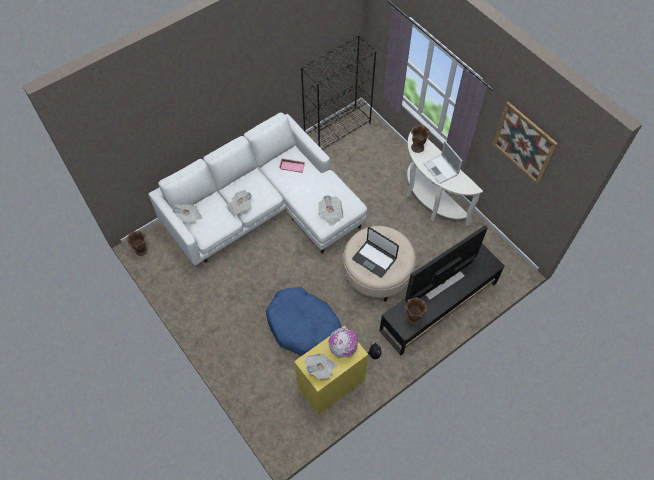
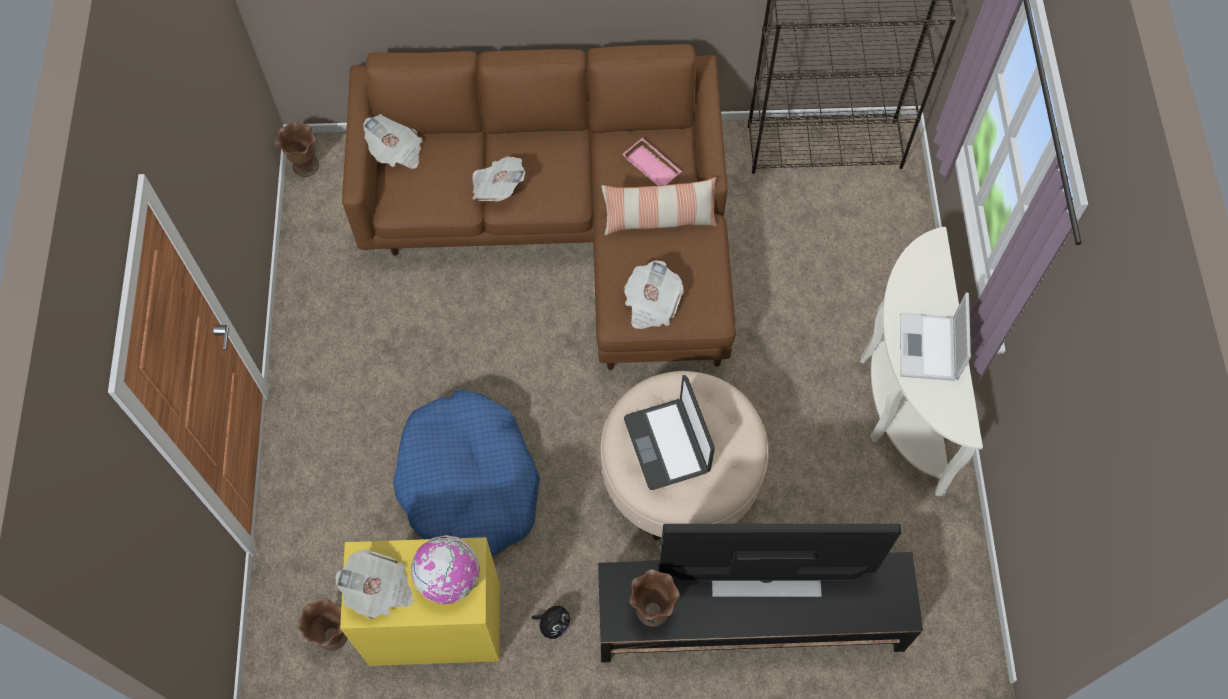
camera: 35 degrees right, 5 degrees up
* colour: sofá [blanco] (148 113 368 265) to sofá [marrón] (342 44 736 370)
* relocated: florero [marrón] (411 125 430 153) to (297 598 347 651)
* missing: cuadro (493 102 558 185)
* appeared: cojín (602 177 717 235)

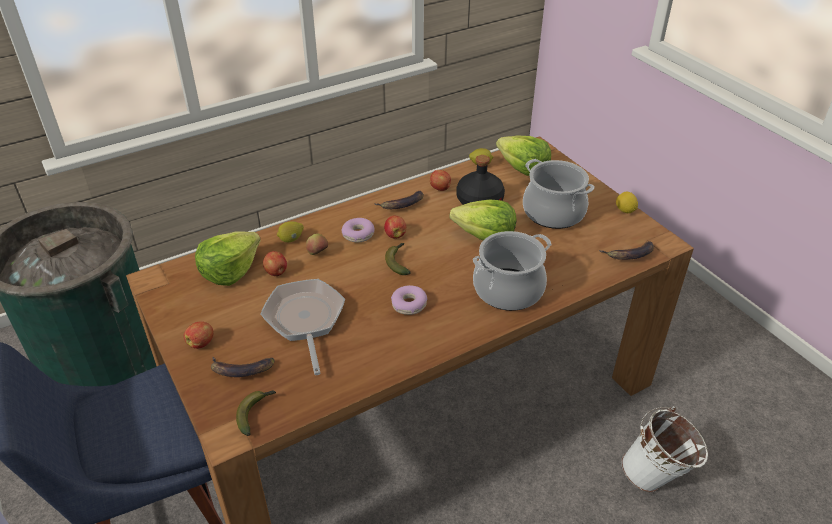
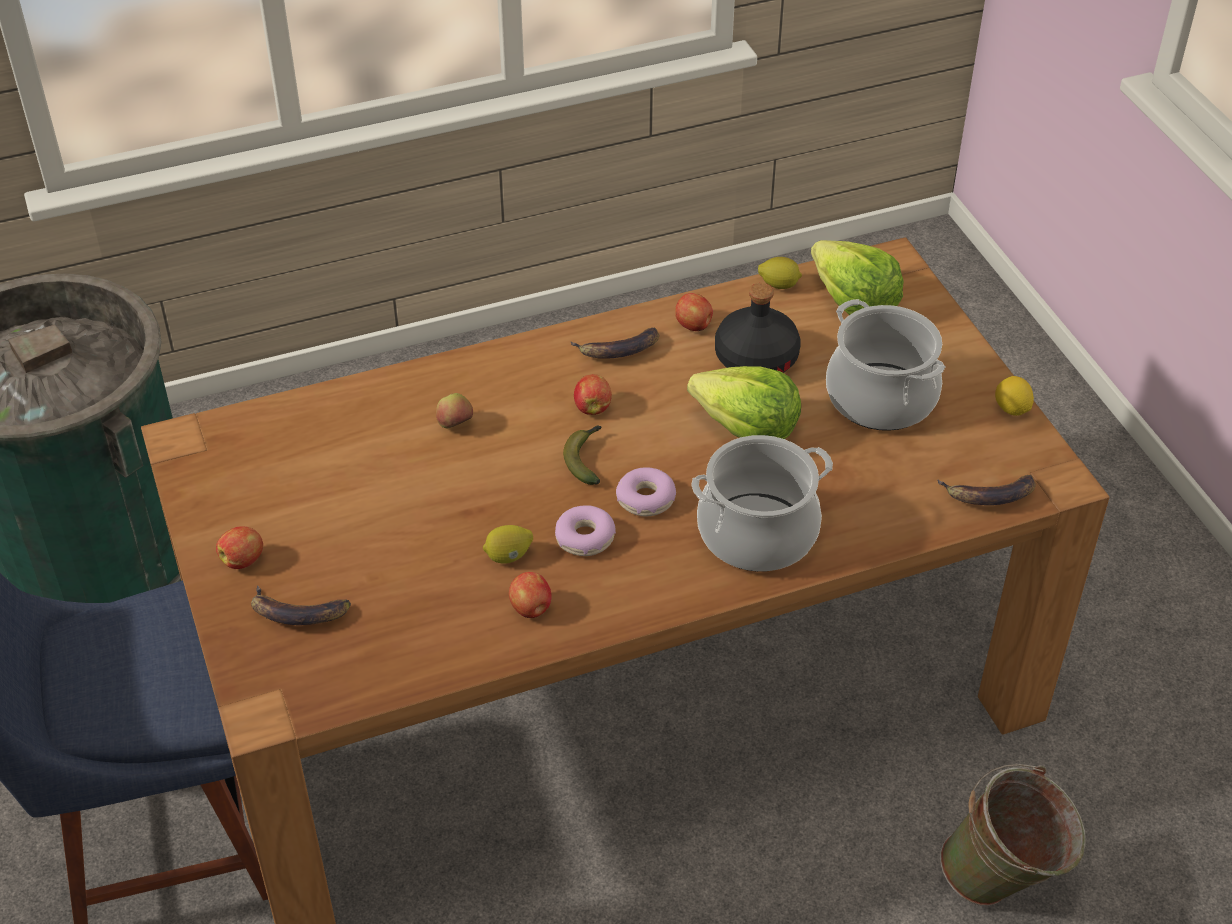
camera: 10 degrees right, 5 degrees up
* missing: lechuga (195 231 261 286)
* missing: plátano (236 390 276 436)
* missing: sartén (260 279 345 375)
* relocated: manzana (263 251 287 276) to (509 572 552 618)
* relocated: limón (277 221 304 242) to (483 525 533 564)
* relocated: rosquilla (341 218 375 242) to (616 467 676 517)
* colour: cubo [blanco] (621 407 708 492) to cubo [verde] (940 764 1086 906)

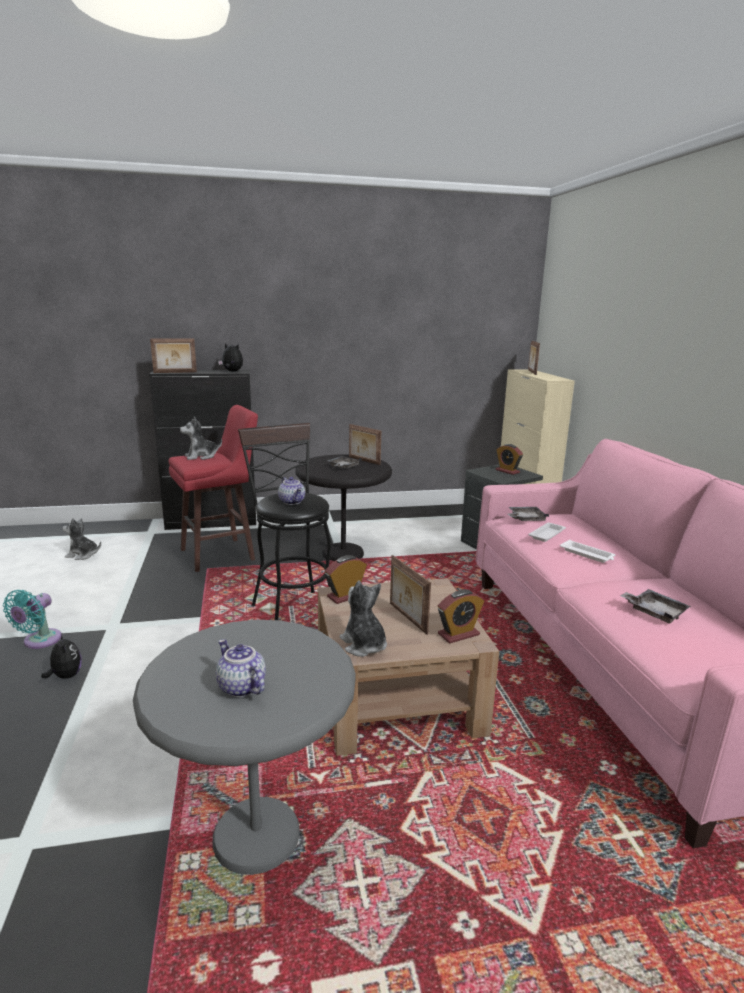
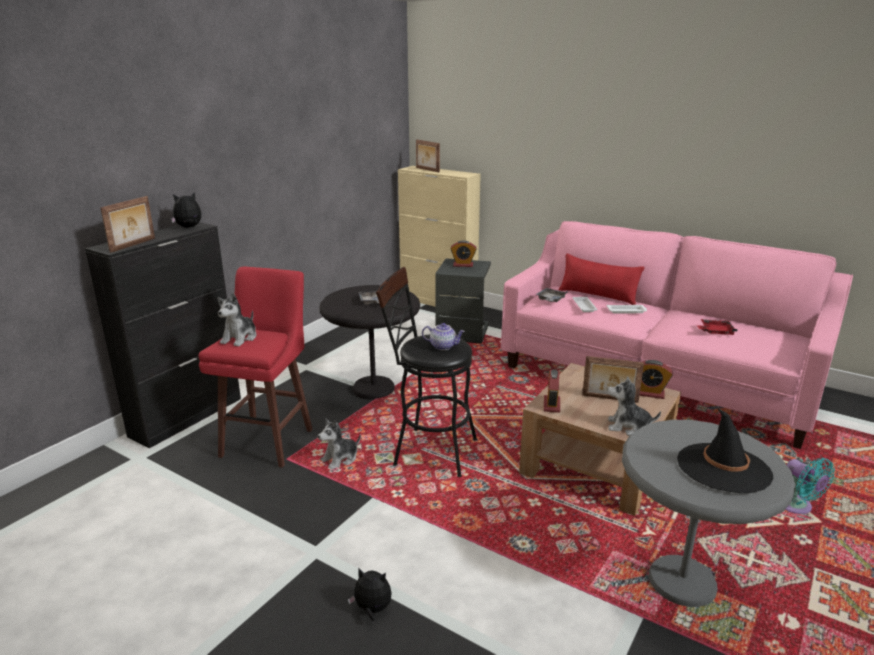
camera: 45 degrees left, 5 degrees up
* relocated: ventilador [turquesa] (3 590 61 649) to (785 458 835 514)
* relocated: peluche (62 518 101 560) to (318 419 361 469)
* exchanged: tetera (216 639 266 697) to sombrero [negro] (677 408 774 493)
* missing: portarretratos (349 424 381 465)
* spun: despertador (438 589 484 644) = (639 360 673 399) 90 degrees clockwise
* colour: bandeja [gris] (620 589 691 624) to bandeja [rojo] (697 319 738 335)
* appeared: cojín [rojo] (559 254 645 305)

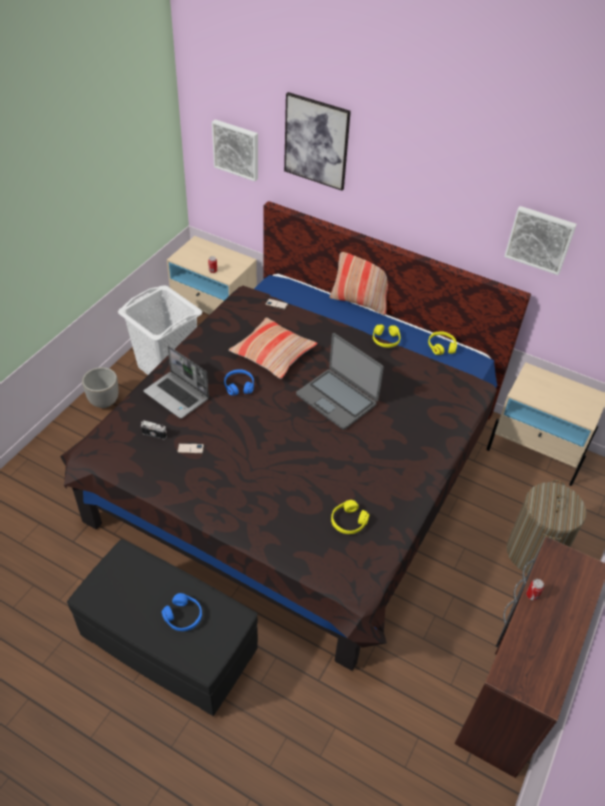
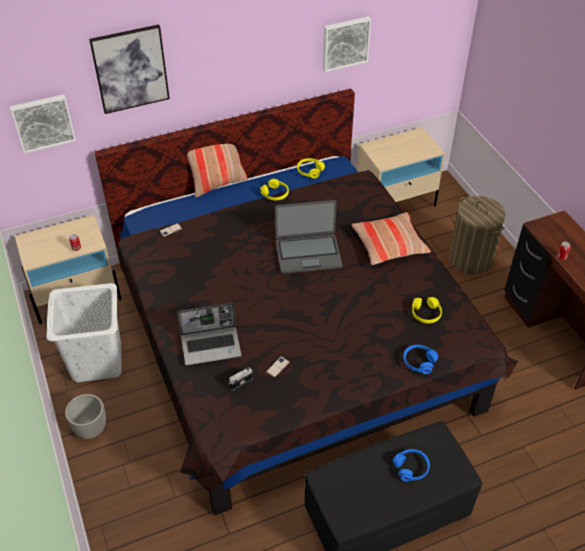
camera: 50 degrees left, 0 degrees up
* relocated: auriculares [azul] (224 369 254 396) to (403 345 438 374)
* relocated: cojín (229 317 317 379) to (352 212 431 265)

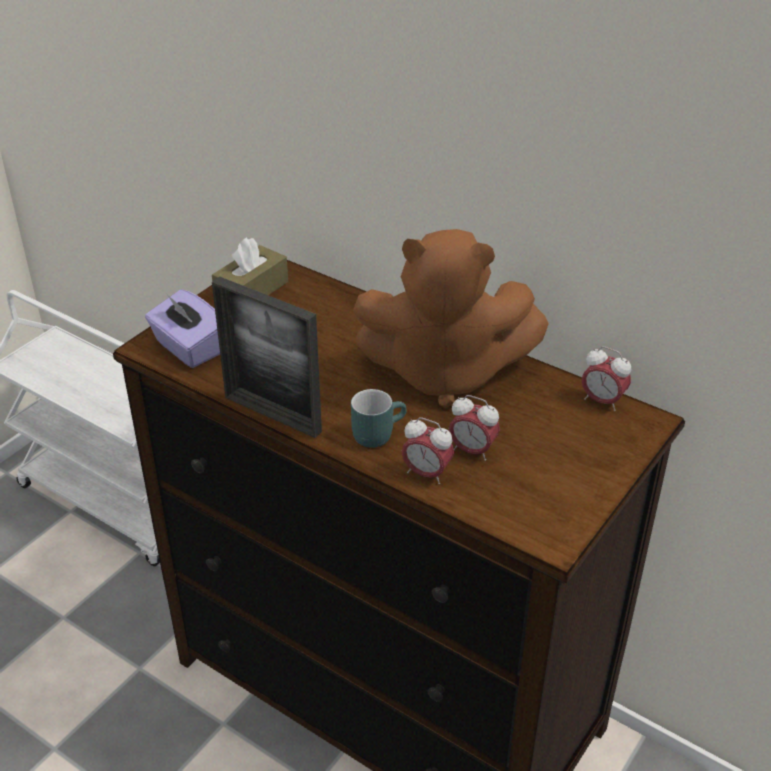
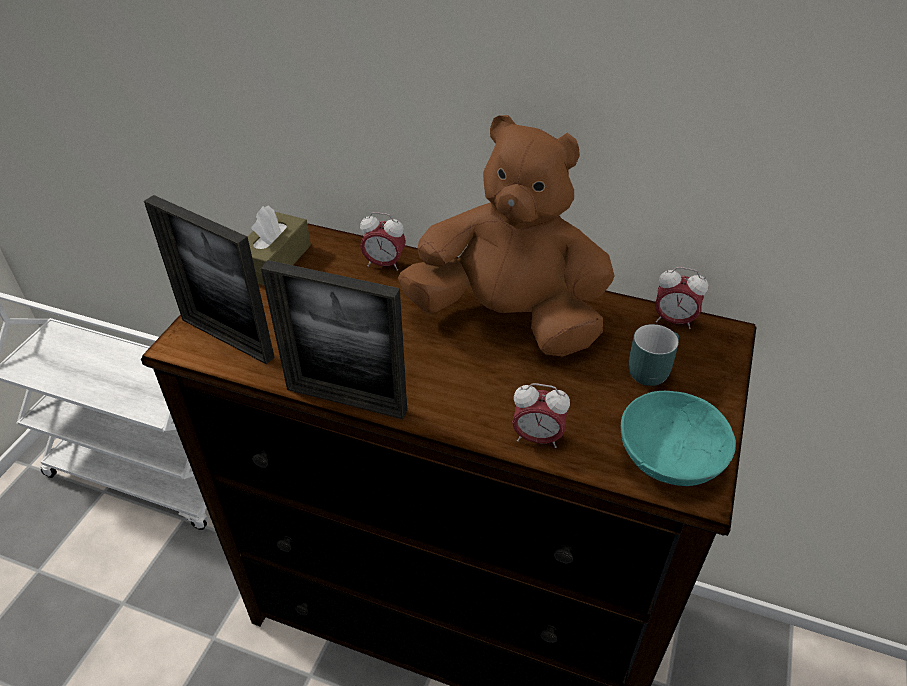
camera: 15 degrees left, 5 degrees up
* exchanged: caja de pañuelos [morado] (145 289 220 368) to portarretratos (144 195 274 364)
* relocated: taza grande [turquesa] (351 389 407 448) to (628 324 679 386)
* spun: peluche [marrón] (353 229 548 408) = (398 115 615 356) 150 degrees counterclockwise
* relocated: despertador (449 395 500 461) to (360 212 406 271)
* appeared: cuenco [turquesa] (621 391 736 486)

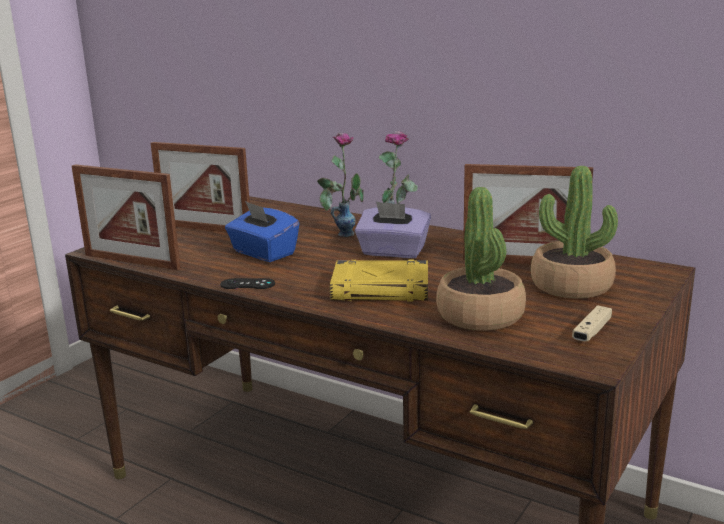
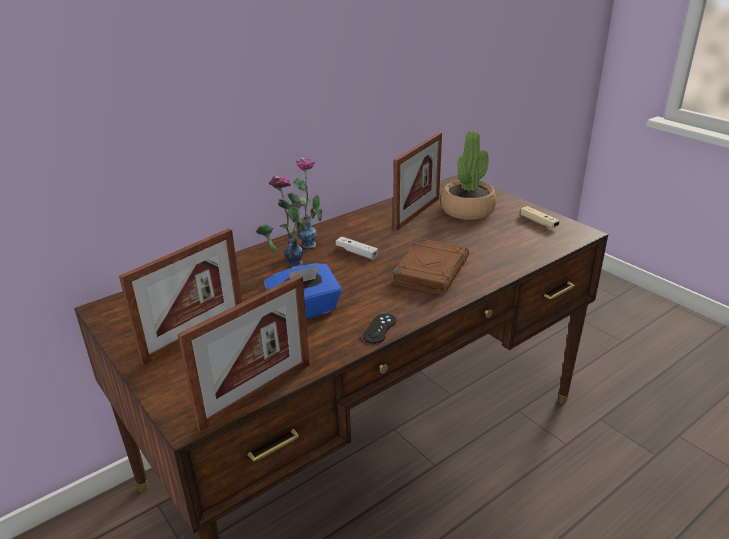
camera: 70 degrees left, 10 degrees up
* colour: libro [amarillo] (330 259 428 301) to libro [marrón] (392 238 469 295)
* exchanged: caja de pañuelos [morado] (355 201 431 258) to mando de consola [blanco] (336 237 378 260)
* missing: planta en maceta (436 187 526 331)

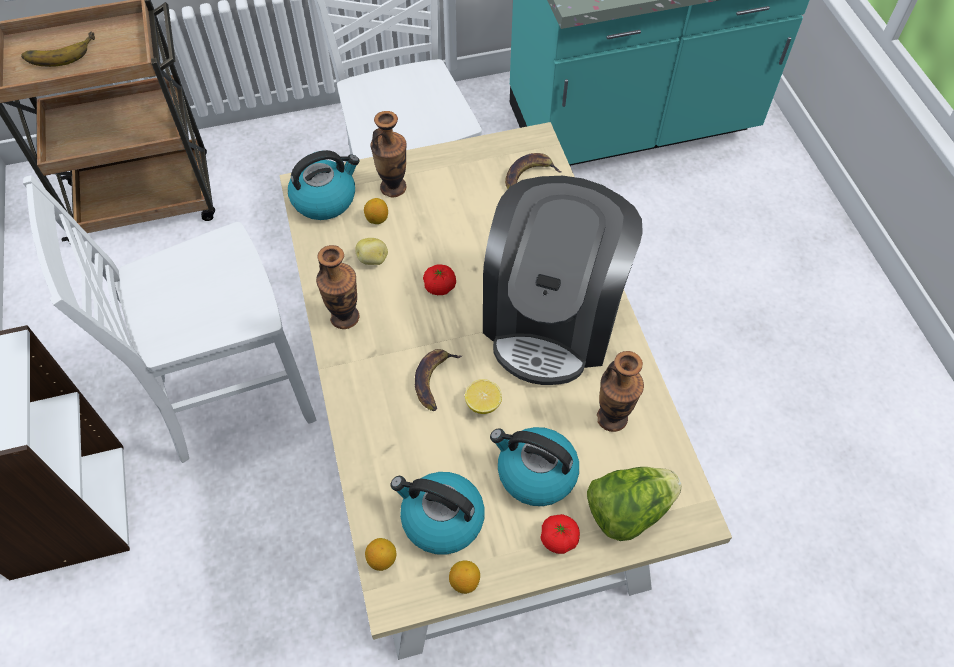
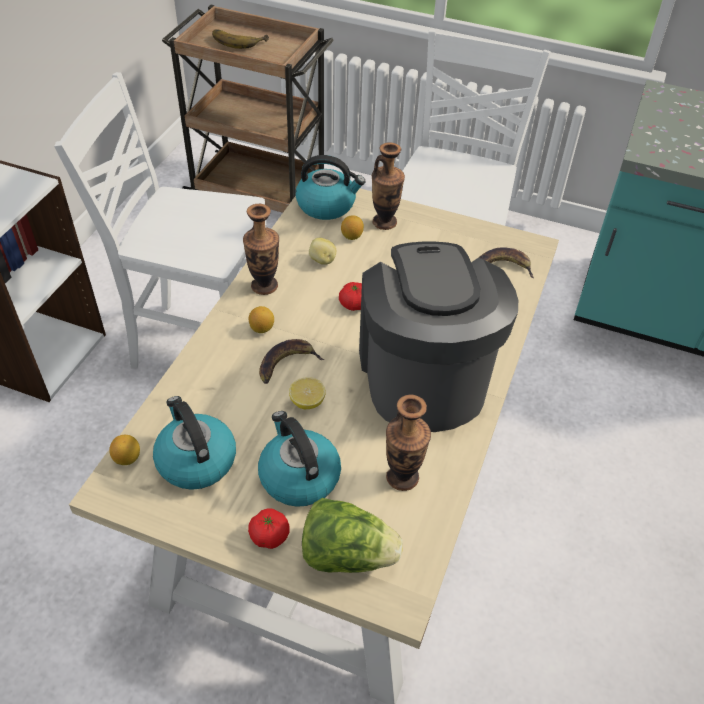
camera: 35 degrees right, 10 degrees down
* relocated: limón (449 561 480 594) to (249 306 274 333)
* spun: cafetera (483 176 643 385) = (359 242 518 432) 120 degrees clockwise

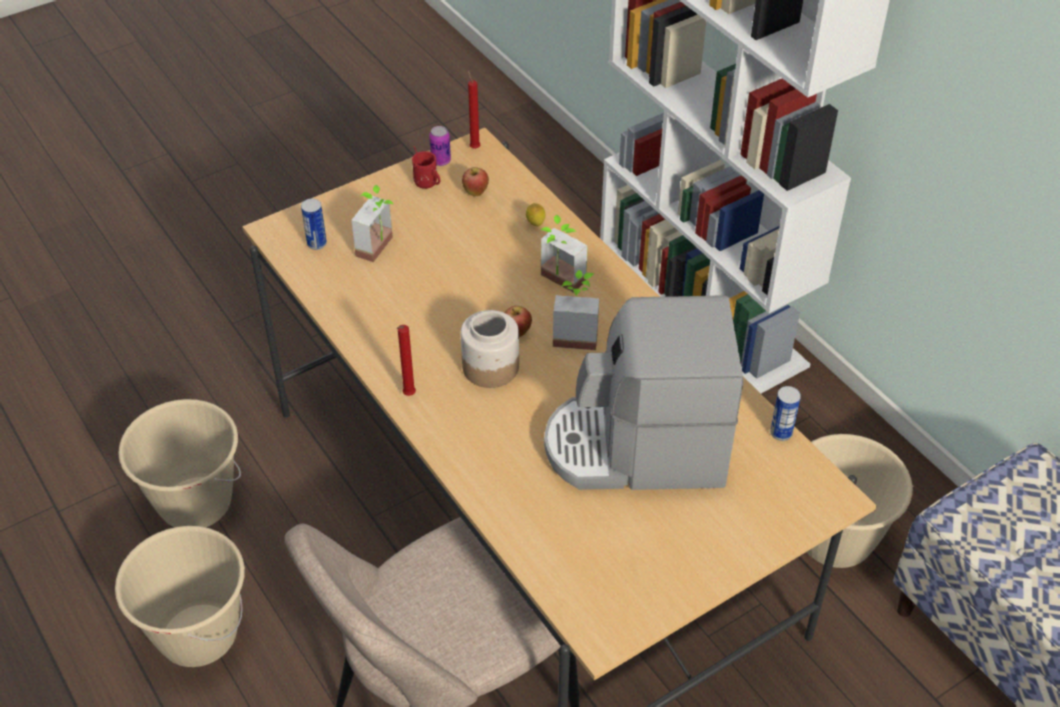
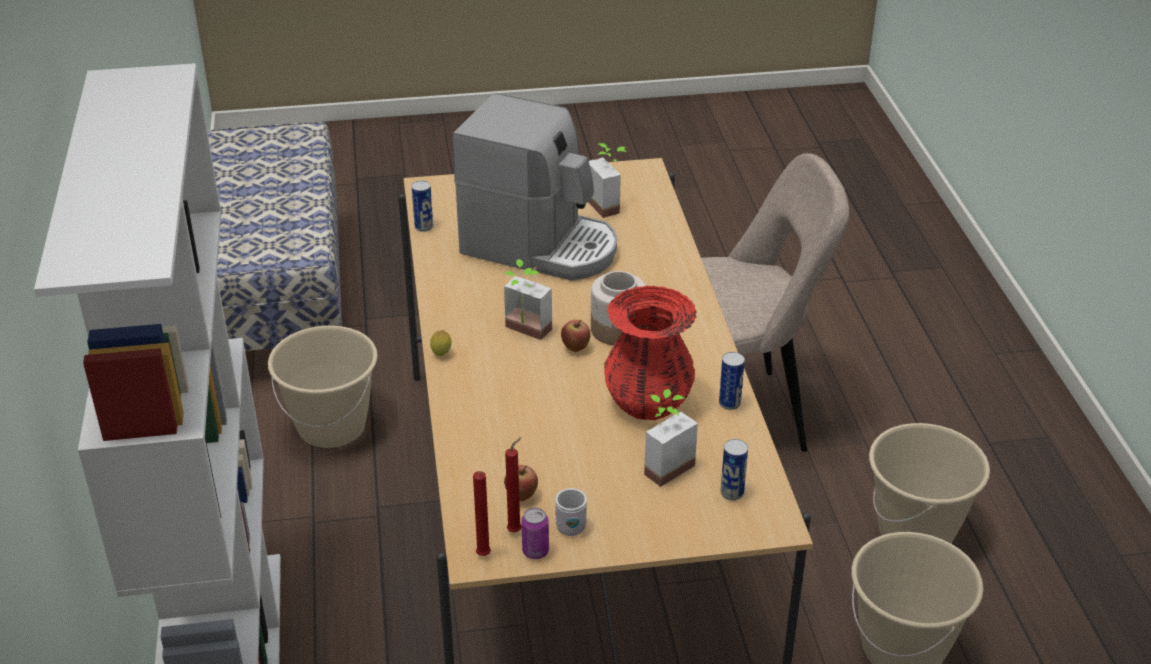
camera: 155 degrees left, 10 degrees down
* relocated: vela [rojo] (397 325 416 396) to (505 437 522 532)
* colour: taza grande [rojo] (412 146 441 189) to taza grande [blanco] (555 488 587 536)
* relocated: limón (526 203 545 226) to (430 330 451 356)
* relocated: planta en maceta (540 215 588 293) to (588 143 627 218)
* appeared: florero [rojo] (604 286 697 420)
* appeared: lata (719 352 745 410)

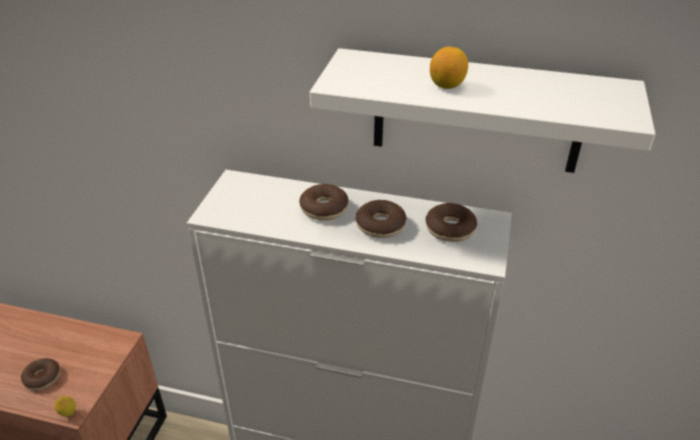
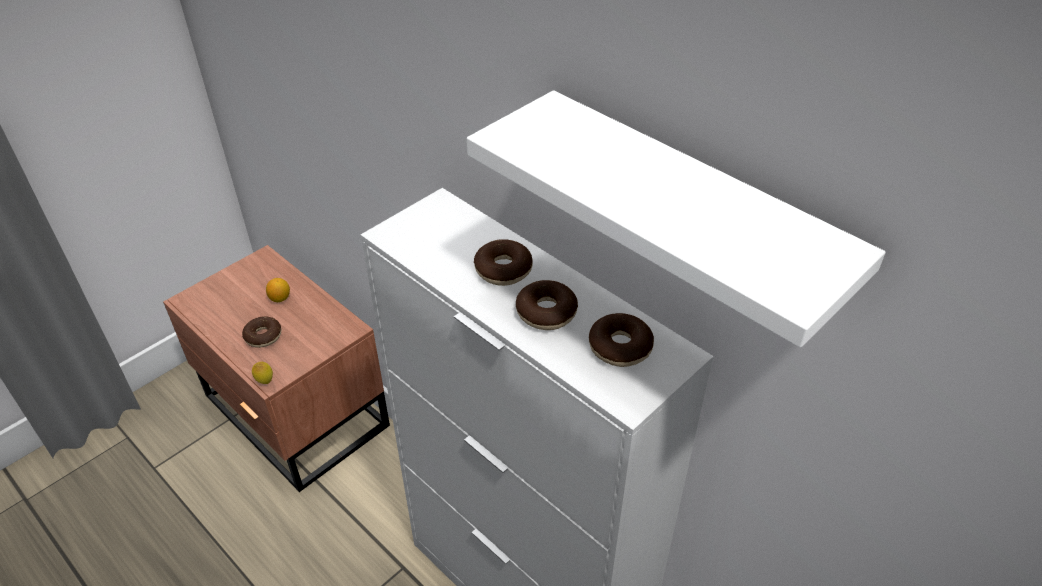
camera: 30 degrees right, 5 degrees up
* relocated: limón (430 47 468 89) to (266 278 290 302)

